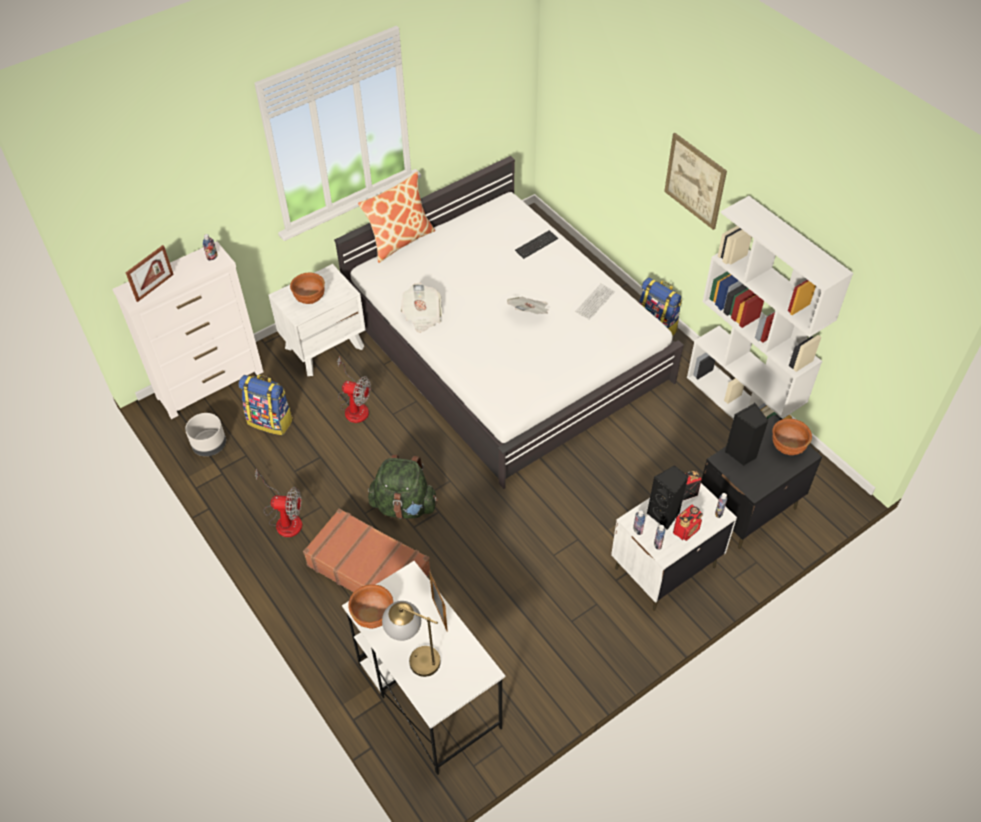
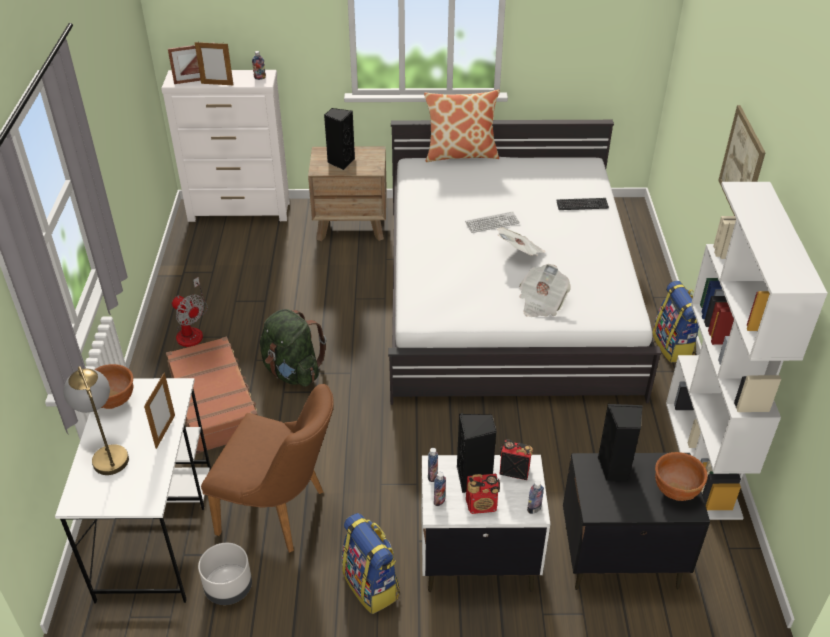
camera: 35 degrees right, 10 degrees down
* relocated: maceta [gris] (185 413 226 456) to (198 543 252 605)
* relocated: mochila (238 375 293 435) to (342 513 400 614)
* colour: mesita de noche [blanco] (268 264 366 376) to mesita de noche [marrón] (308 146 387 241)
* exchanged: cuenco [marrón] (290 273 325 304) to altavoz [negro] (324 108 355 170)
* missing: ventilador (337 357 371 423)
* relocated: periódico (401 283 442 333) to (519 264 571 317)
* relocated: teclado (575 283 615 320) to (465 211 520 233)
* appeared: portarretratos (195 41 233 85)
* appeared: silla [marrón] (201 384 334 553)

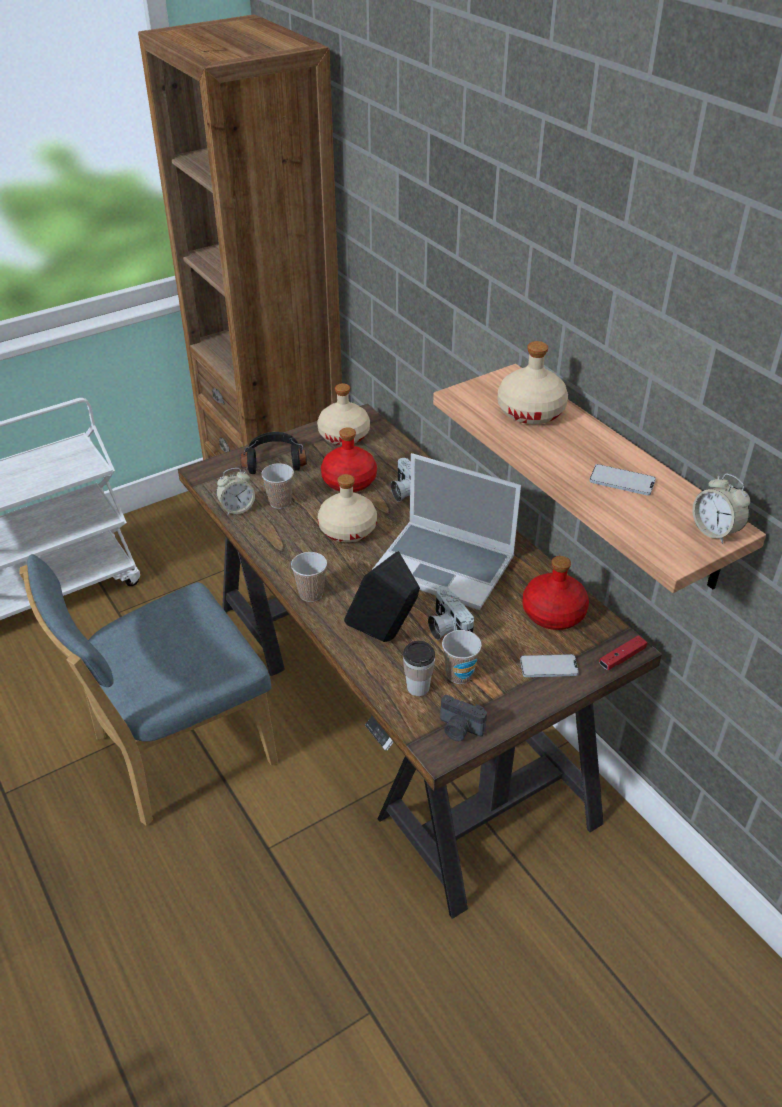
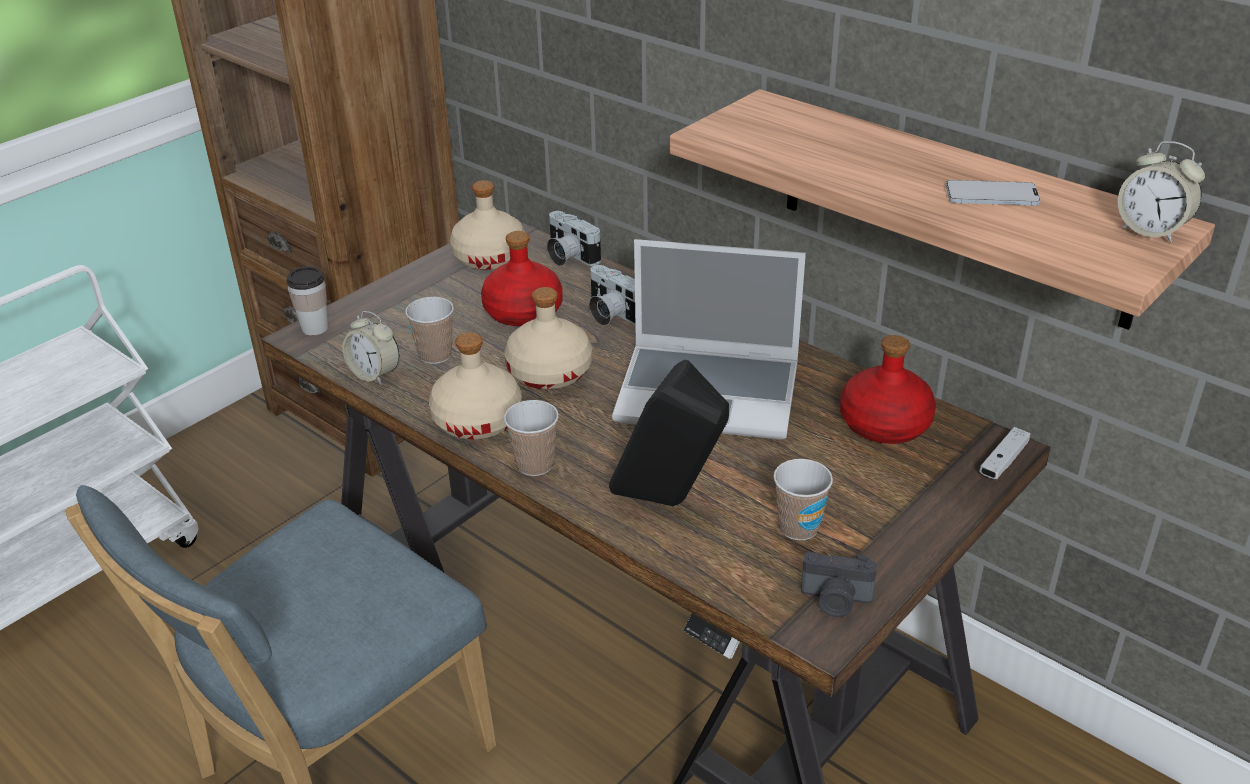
camera: 15 degrees left, 5 degrees down
* spun: despertador (216 468 255 516) = (342 311 400 385) 75 degrees clockwise
* missing: auriculares [negro] (240 432 307 474)
* relocated: taza (403 641 435 696) to (286 266 328 335)
* relocated: cámara (428 586 474 640) to (547 211 601 266)
* relocated: botella [beis] (497 341 568 424) to (429 332 522 439)
* missing: móvil (520 654 579 677)
* colour: mando de consola [rojo] (599 635 647 670) to mando de consola [blanco] (979 427 1030 479)

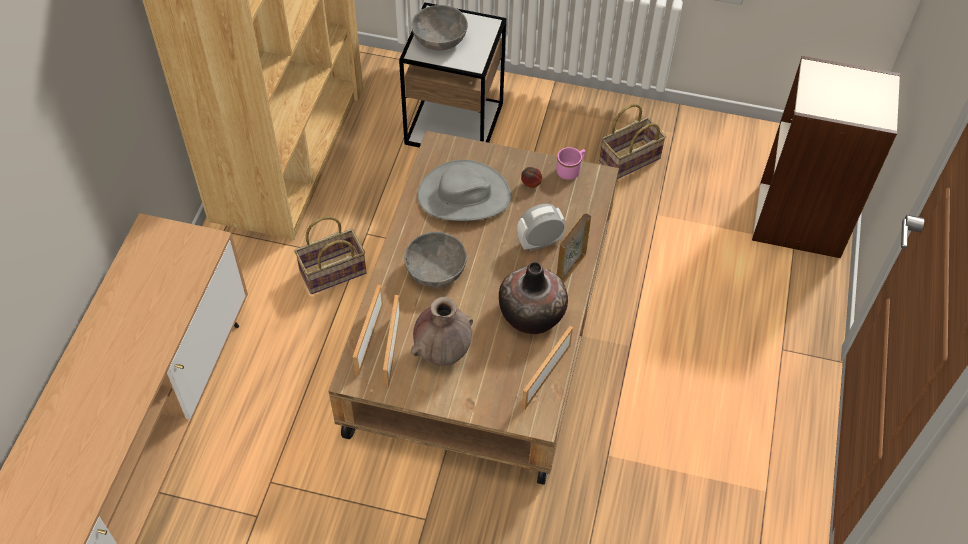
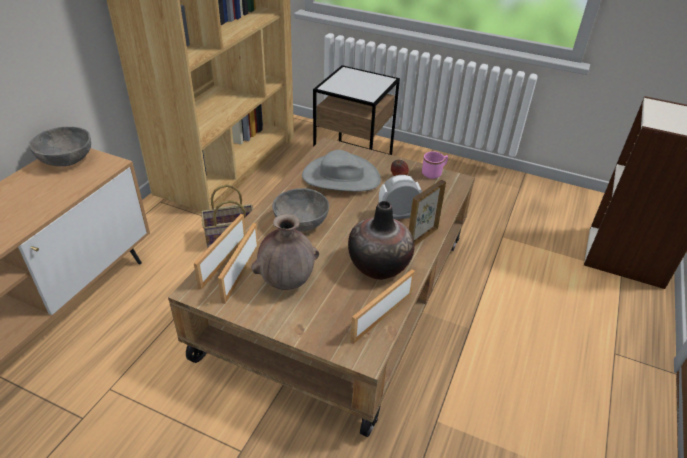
camera: 10 degrees right, 15 degrees down
* relocated: cuenco [gris] (412 5 468 51) to (29 127 91 166)
* missing: cesta (599 104 666 179)

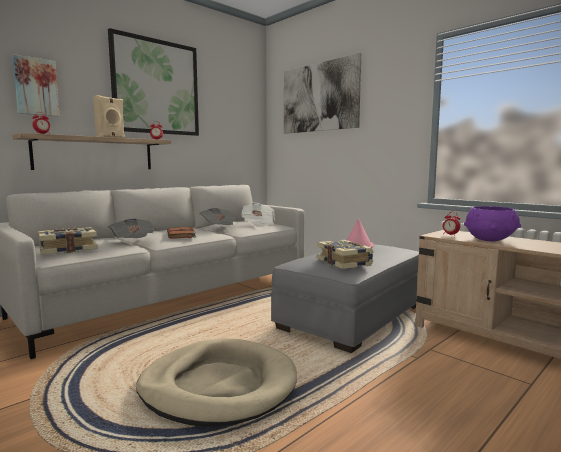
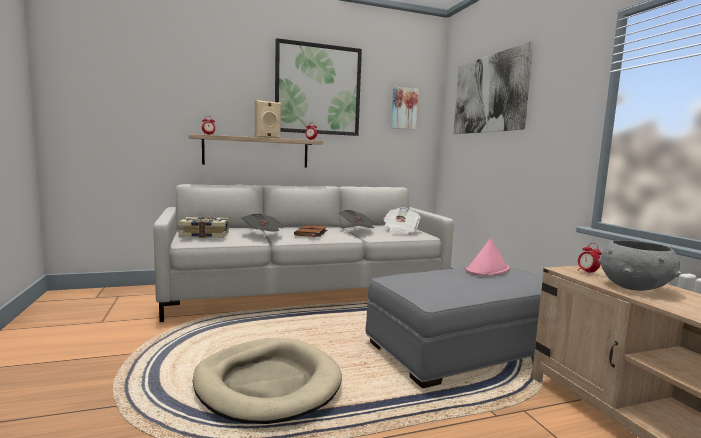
camera: 25 degrees right, 0 degrees up
* relocated: cuadro (12 54 60 116) to (391 87 419 130)
* missing: libro (317 240 374 269)
* colour: cuenco [morado] (464 206 521 241) to cuenco [gris] (599 240 680 291)

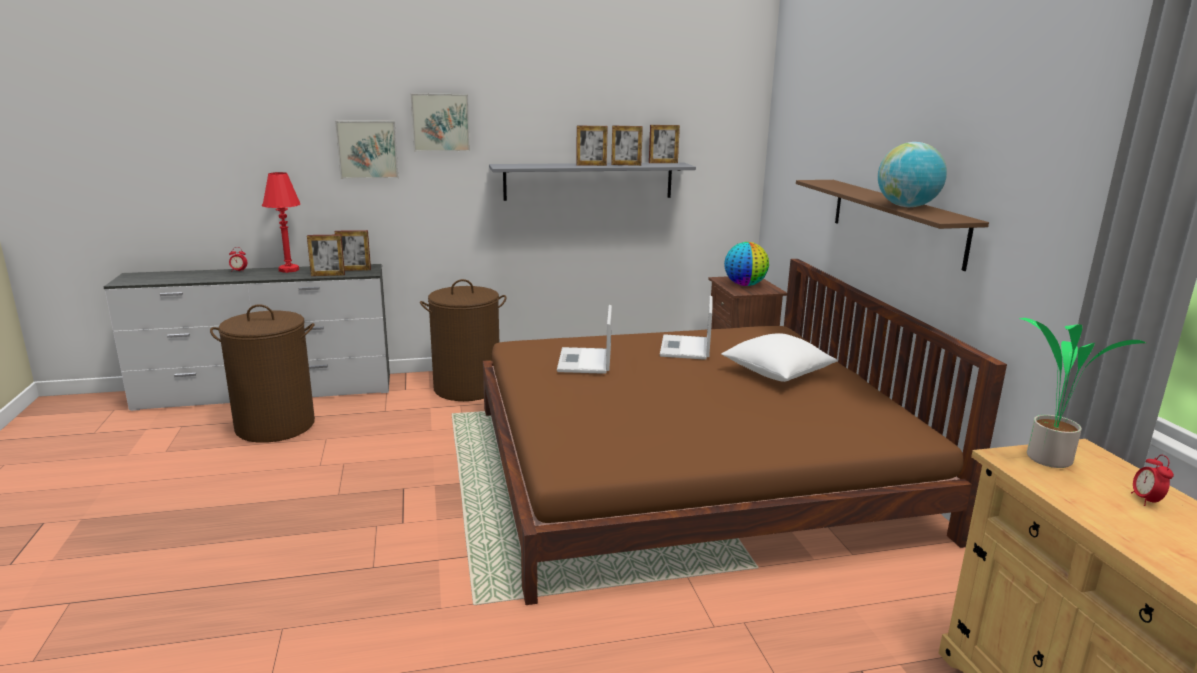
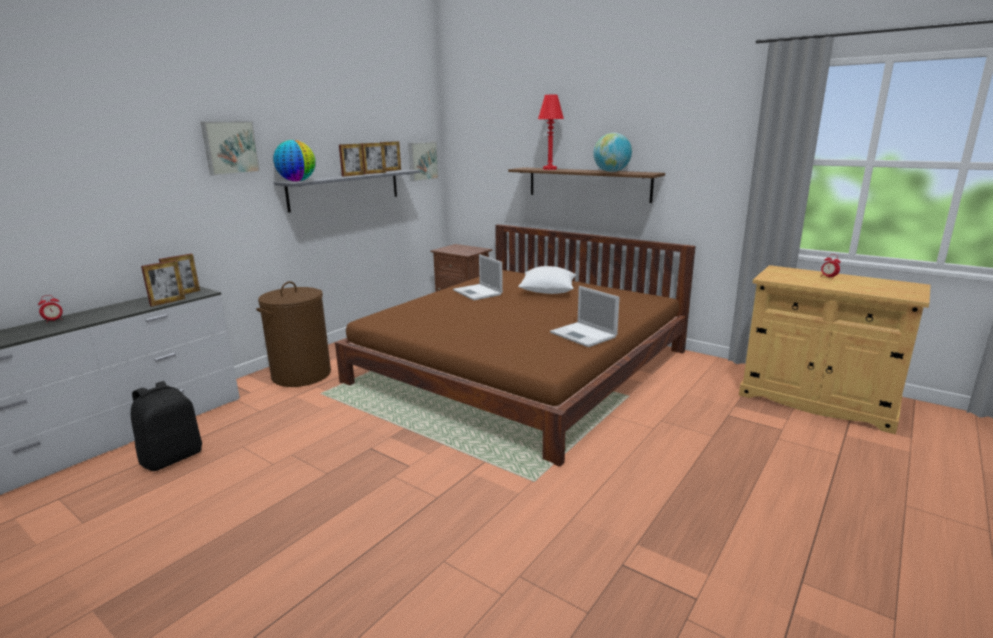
camera: 40 degrees left, 0 degrees up
* exchanged: cesto de la ropa [marrón] (210 304 315 443) to mochila [negro] (131 381 202 471)
* relocated: lámpara de mesa [rojo] (262 172 300 273) to (538 95 564 170)
* relocated: cuadro (335 121 398 179) to (408 142 439 181)
* relocated: portátil (557 305 612 374) to (550 286 620 347)
* relocated: globo terráqueo (724 242 769 286) to (273 140 316 181)
* missing: planta en maceta (1019 318 1146 468)

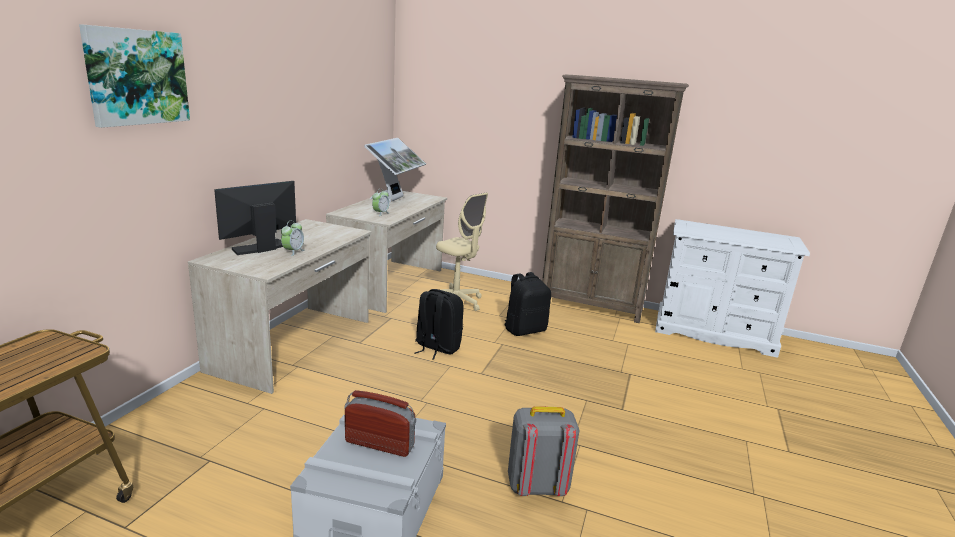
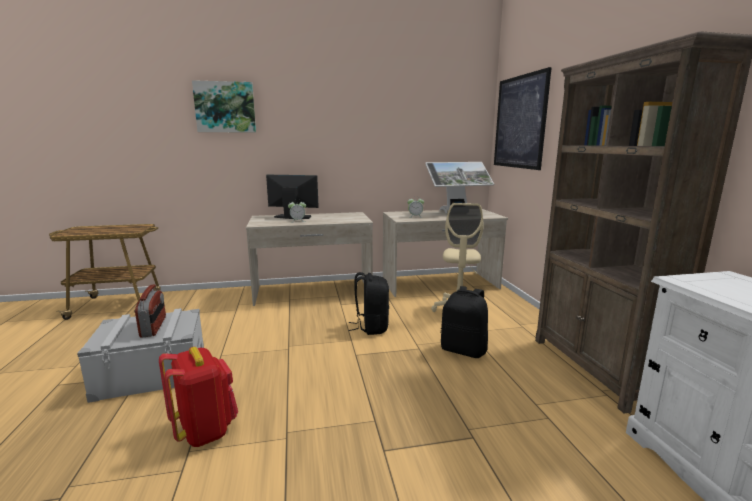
camera: 60 degrees right, 5 degrees down
* colour: mochila [gris] (508 406 580 496) to mochila [rojo] (159 347 238 447)
* appeared: cuadro (494 67 552 170)

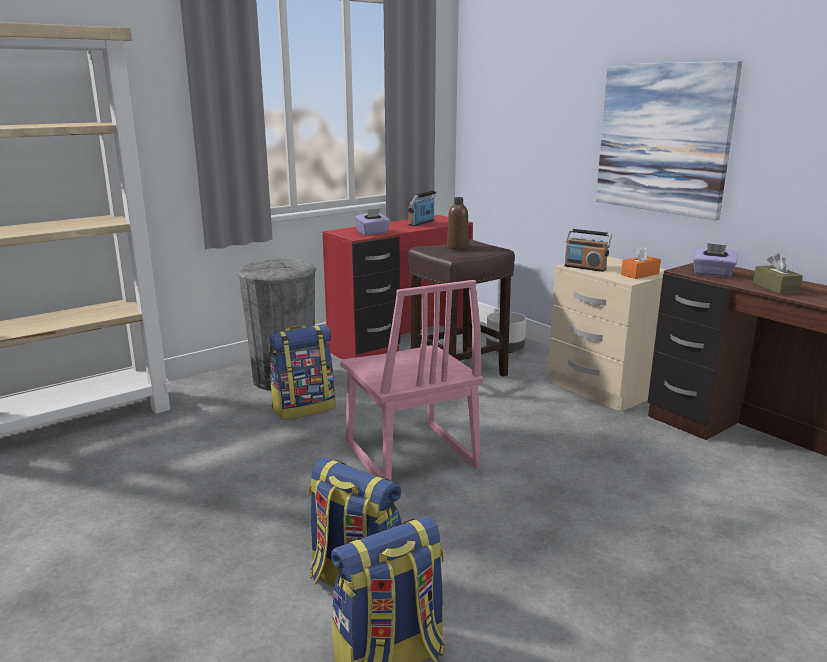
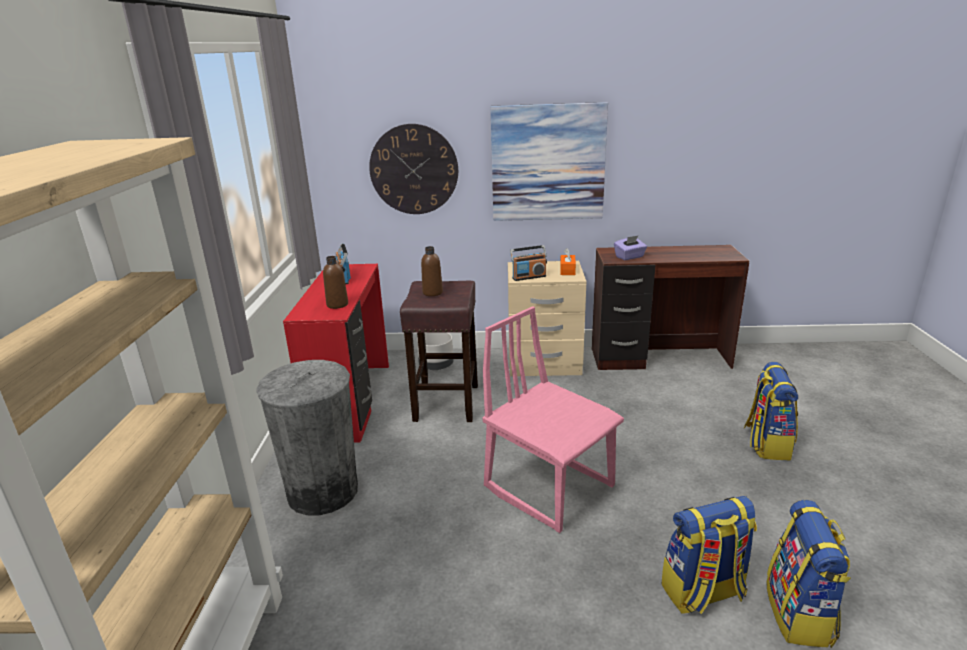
camera: 50 degrees left, 5 degrees up
* relocated: mochila (268 325 335 420) to (744 362 798 460)
* spun: silla [rosa] (340 280 484 481) = (483 306 624 533) 150 degrees counterclockwise
* exchanged: caja de pañuelos [morado] (354 209 391 235) to botella [marrón] (323 256 348 309)
* missing: caja de pañuelos [marrón] (753 253 803 294)
* appeared: reloj de pared (369 124 458 214)

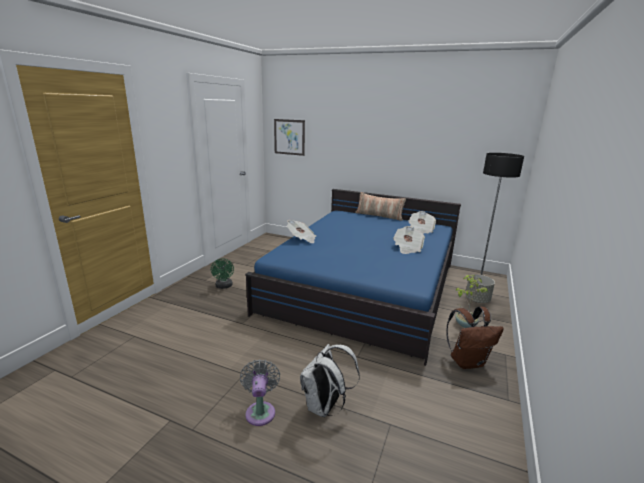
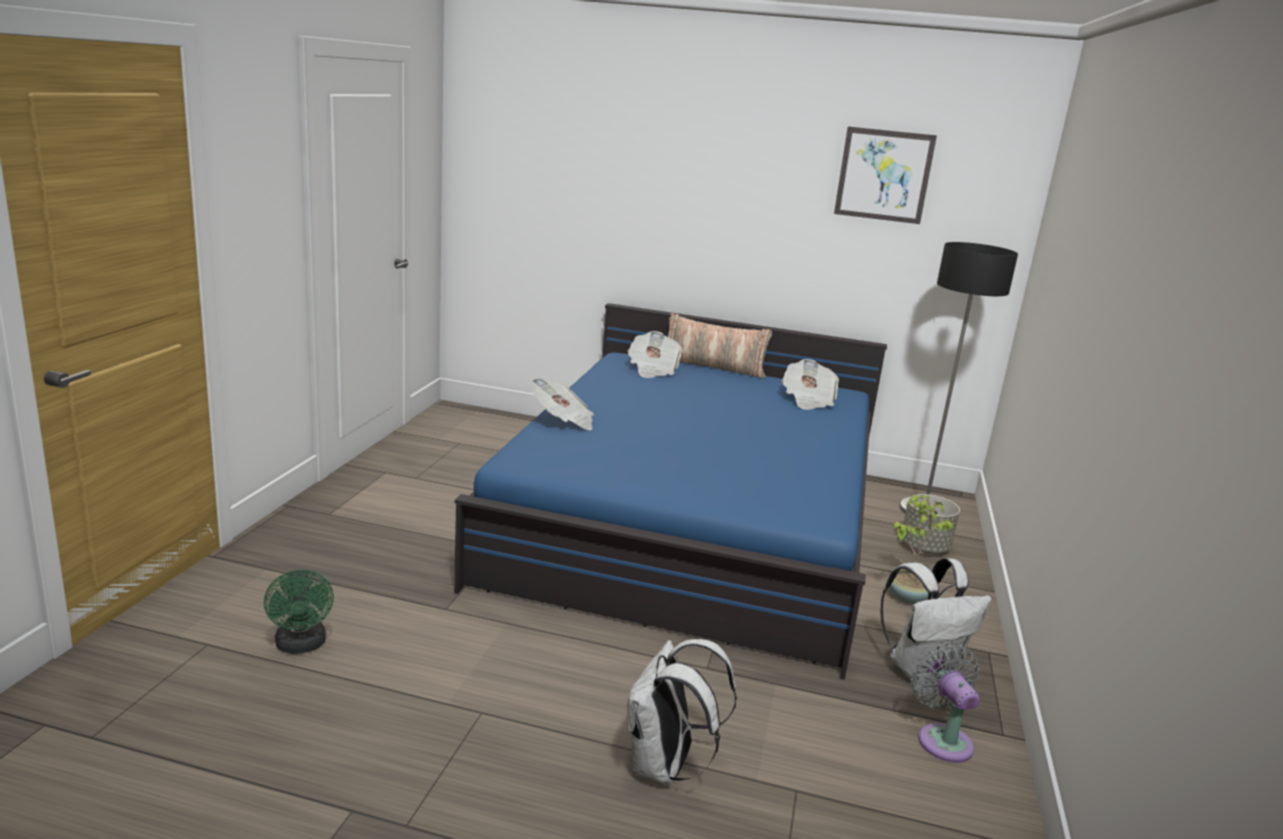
camera: 10 degrees left, 0 degrees up
* relocated: ventilador [verde] (211 259 234 289) to (264 570 334 654)
* relocated: ventilador [gris] (240 359 280 426) to (911 644 980 763)
* relocated: cuadro (274 119 305 156) to (834 127 937 224)
* relocated: periódico (393 226 425 254) to (628 331 682 378)
* colour: mochila [marrón] (446 307 504 369) to mochila [blanco] (881 558 992 681)

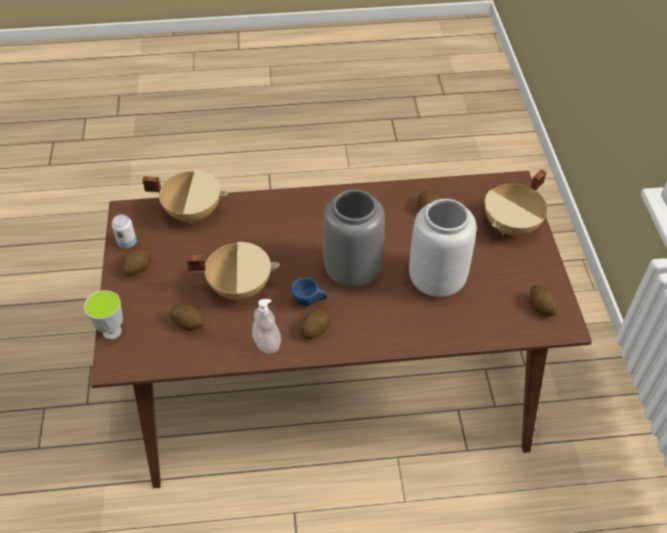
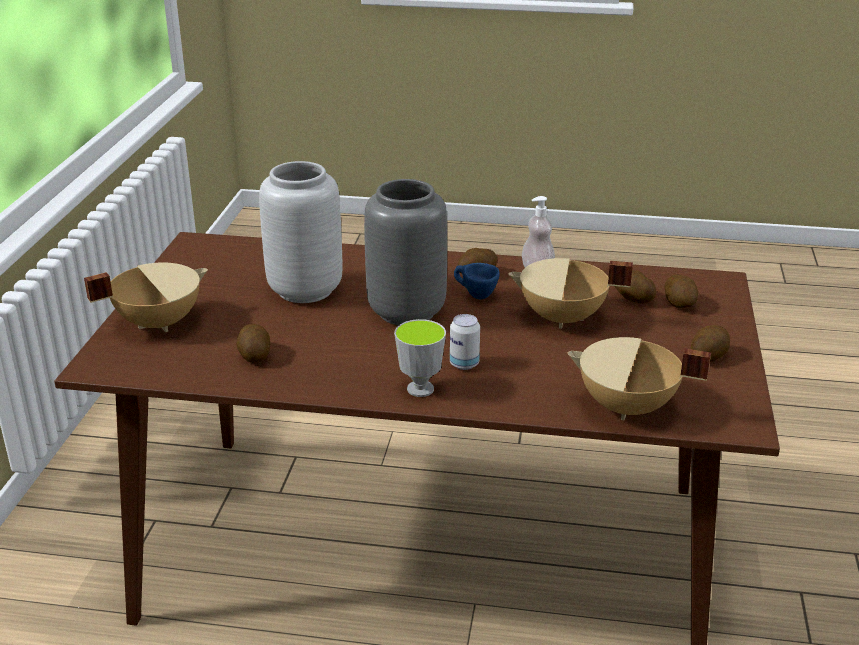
camera: 165 degrees left, 20 degrees down
* relocated: taza (84 290 123 340) to (394 319 446 397)
* relocated: lata (112 214 137 248) to (450 314 480 370)
* relocated: patata (530 285 559 316) to (665 274 698 308)

